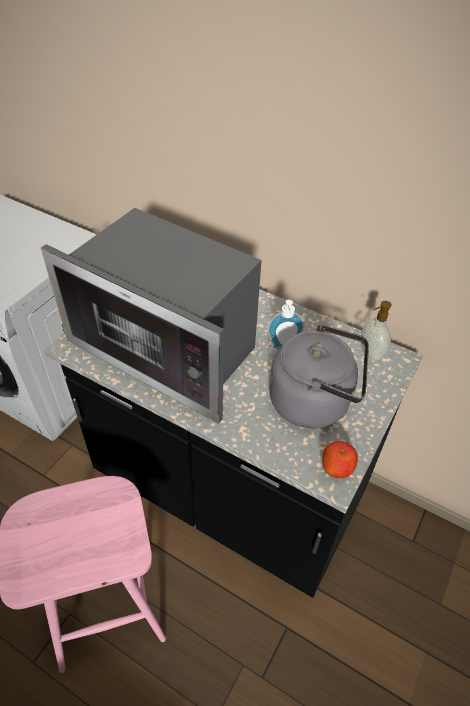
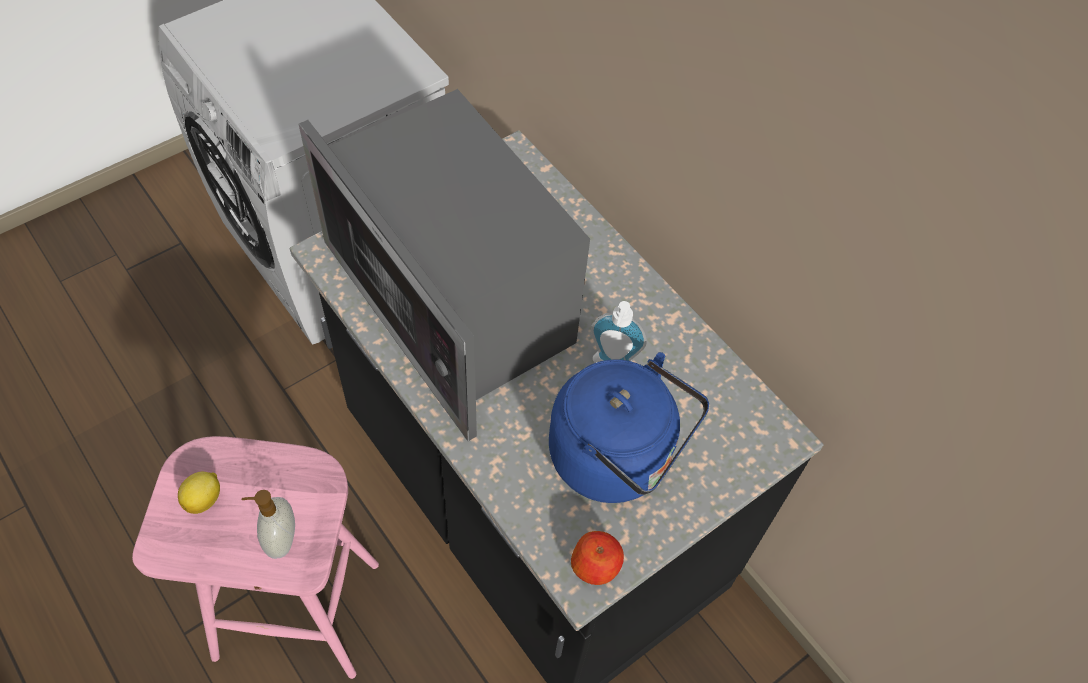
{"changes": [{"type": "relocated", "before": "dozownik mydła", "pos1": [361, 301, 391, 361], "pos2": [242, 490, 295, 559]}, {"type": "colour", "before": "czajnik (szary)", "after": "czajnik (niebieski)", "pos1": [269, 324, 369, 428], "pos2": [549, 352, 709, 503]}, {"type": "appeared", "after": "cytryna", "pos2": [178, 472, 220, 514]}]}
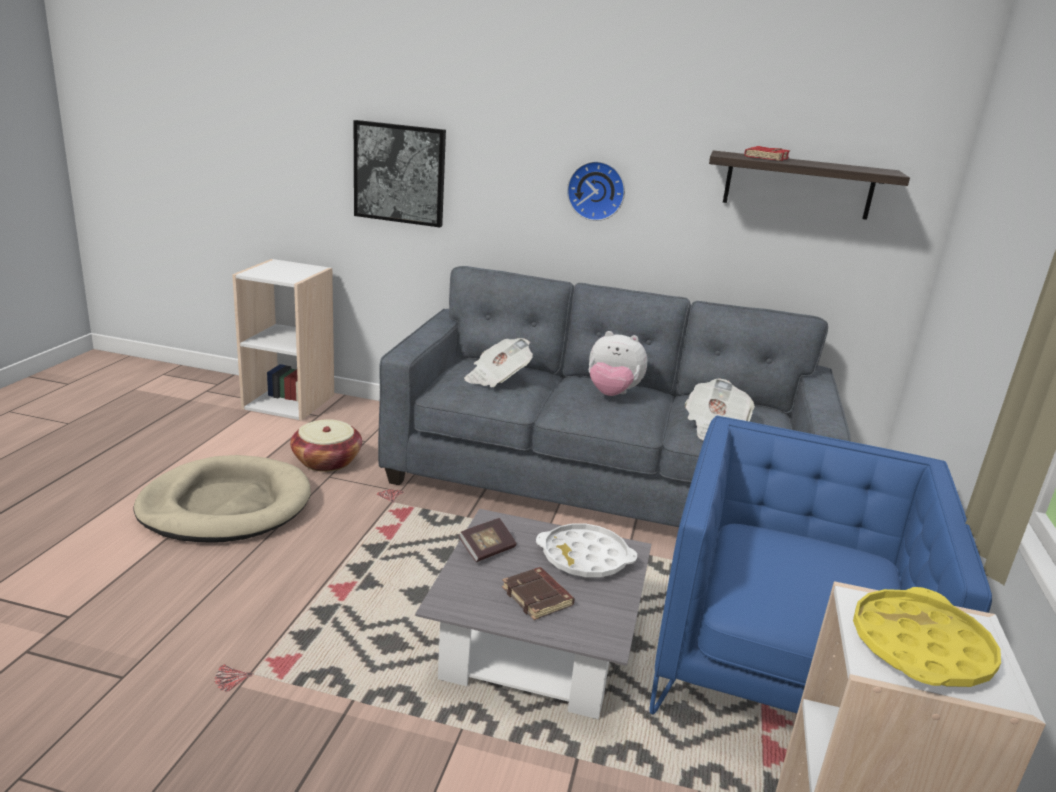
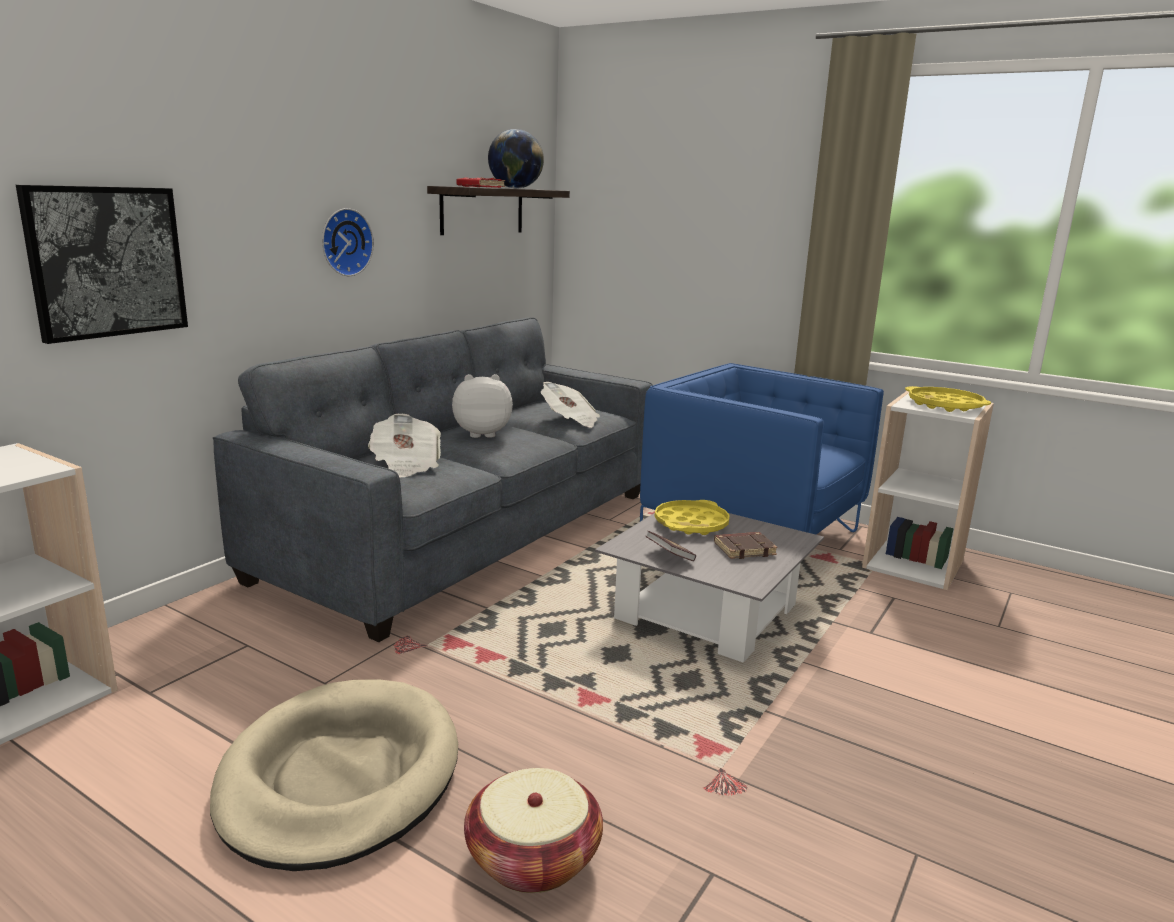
{"changes": [{"type": "spun", "before": "pluszak", "pos1": [589, 331, 647, 396], "pos2": [452, 374, 513, 438], "turn": -135}, {"type": "relocated", "before": "koszyk", "pos1": [290, 419, 362, 472], "pos2": [464, 768, 603, 893]}, {"type": "colour", "before": "taca (biały)", "after": "taca (żółty)", "pos1": [536, 524, 637, 578], "pos2": [655, 500, 730, 535]}, {"type": "appeared", "after": "globus", "pos2": [488, 129, 544, 189]}]}
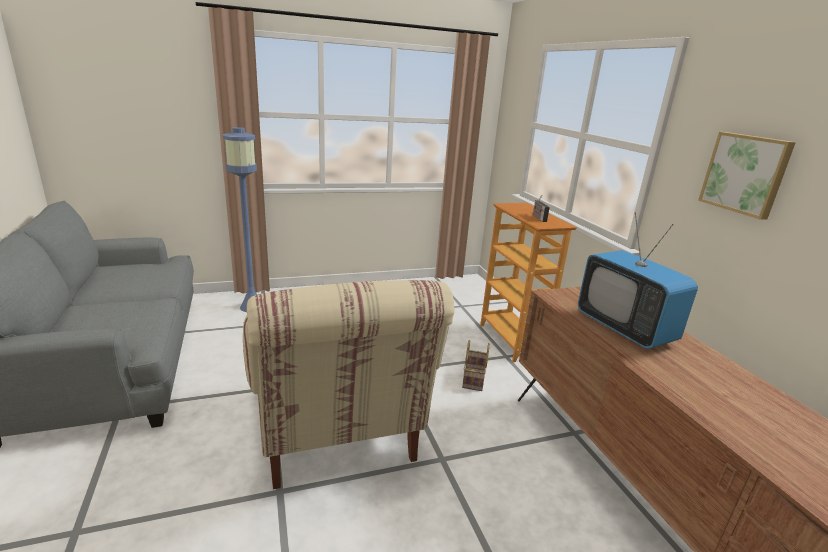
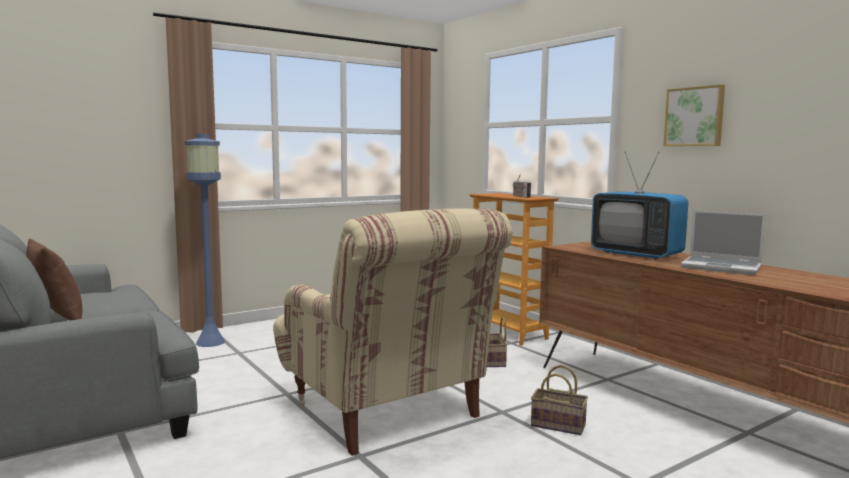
{"changes": [{"type": "appeared", "after": "laptop", "pos2": [681, 210, 766, 275]}, {"type": "appeared", "after": "poduszka (brązowy)", "pos2": [27, 238, 82, 321]}, {"type": "appeared", "after": "koszyk", "pos2": [531, 365, 588, 435]}]}
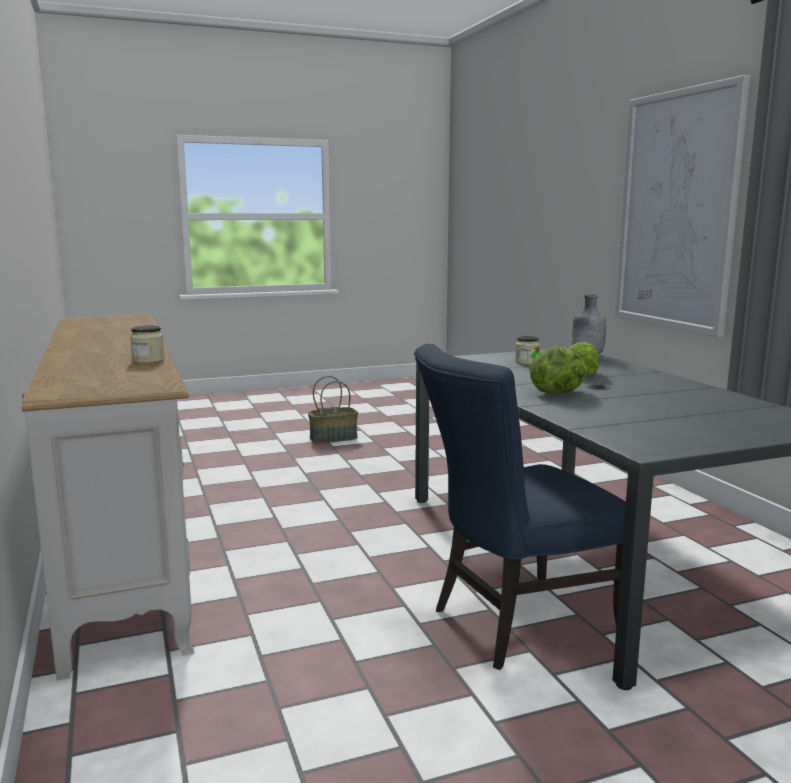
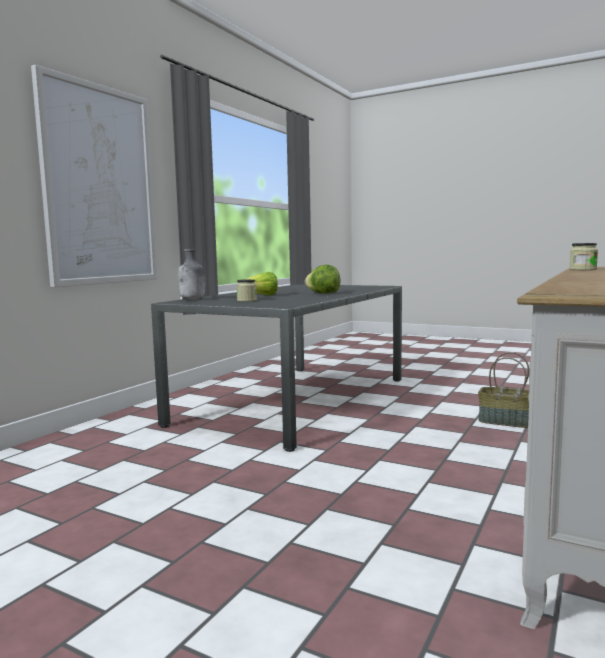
{"changes": [{"type": "missing", "before": "krzesło (niebieski)", "pos1": [414, 344, 626, 670]}, {"type": "relocated", "before": "koszyk", "pos1": [308, 376, 358, 444], "pos2": [478, 352, 529, 428]}]}
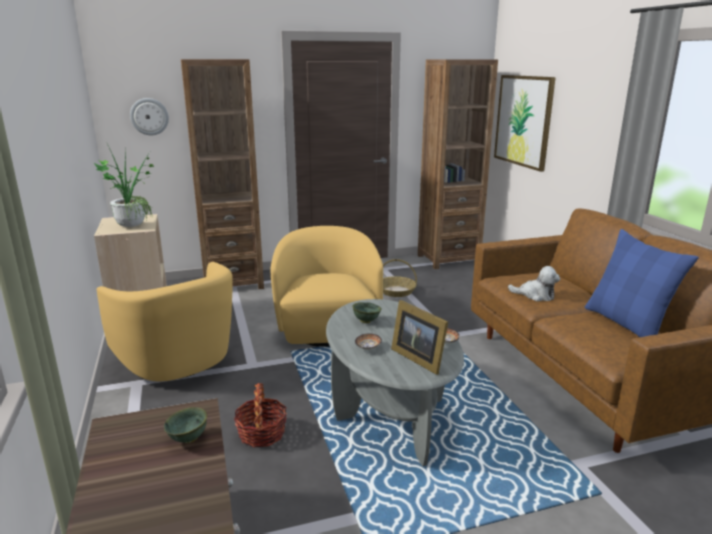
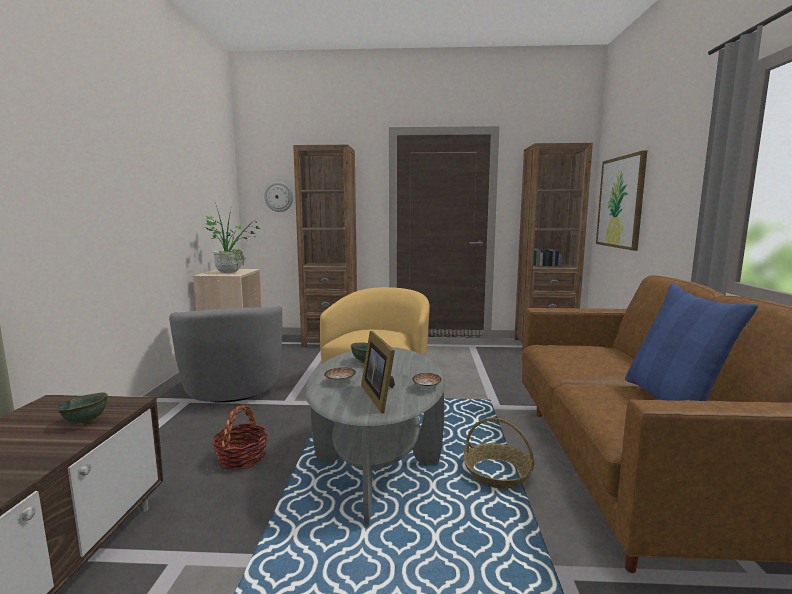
{"changes": [{"type": "relocated", "before": "koszyk", "pos1": [383, 259, 417, 297], "pos2": [463, 418, 534, 489]}, {"type": "colour", "before": "fotel (żółty)", "after": "fotel (szary)", "pos1": [97, 262, 233, 381], "pos2": [169, 306, 282, 403]}, {"type": "missing", "before": "pluszak", "pos1": [508, 266, 560, 301]}]}
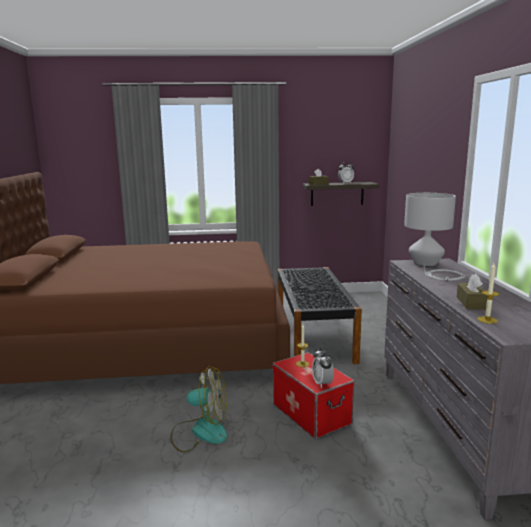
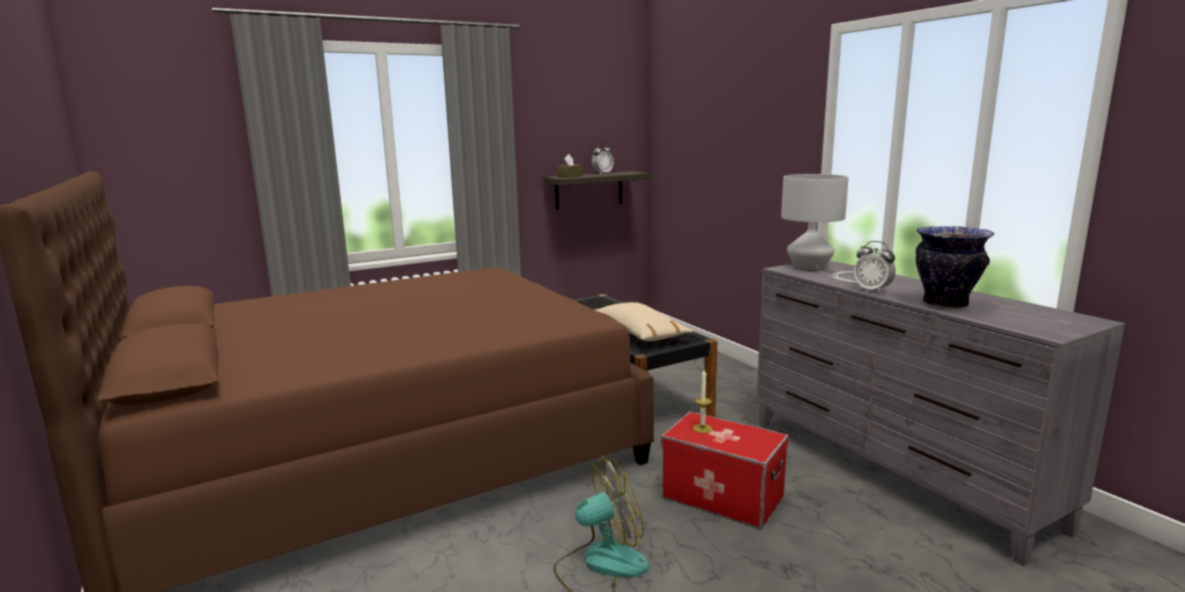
{"changes": [{"type": "missing", "before": "świeca", "pos1": [477, 263, 499, 324]}, {"type": "exchanged", "before": "pudełko chusteczek (brązowy)", "after": "wazon", "pos1": [457, 274, 487, 310], "pos2": [916, 226, 994, 309]}, {"type": "relocated", "before": "budzik", "pos1": [312, 348, 334, 388], "pos2": [854, 241, 896, 293]}, {"type": "appeared", "after": "poduszka (beżowy)", "pos2": [595, 302, 693, 341]}]}
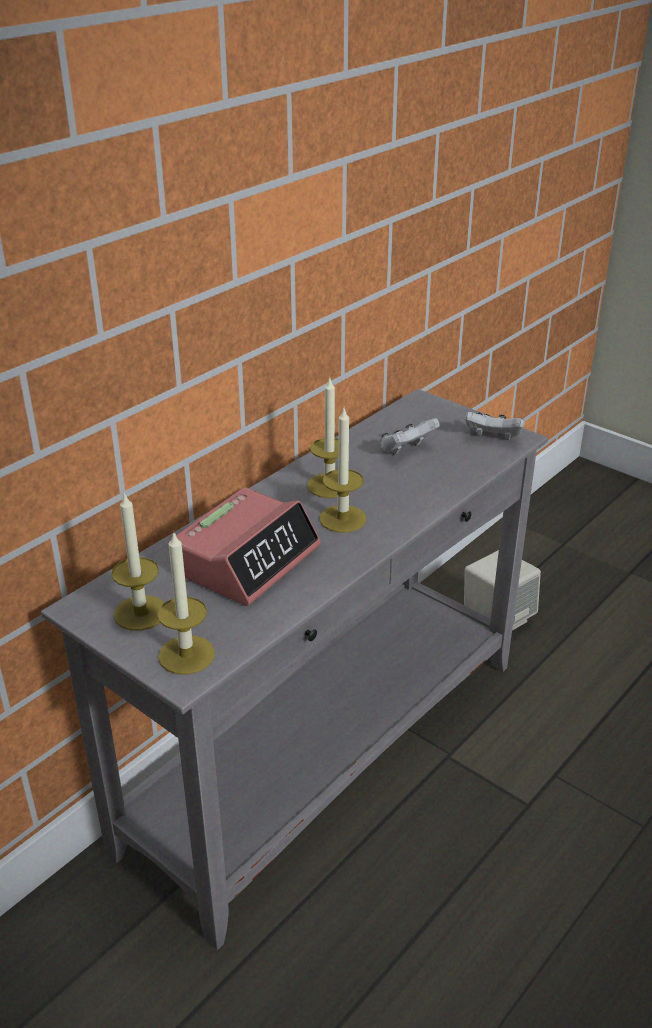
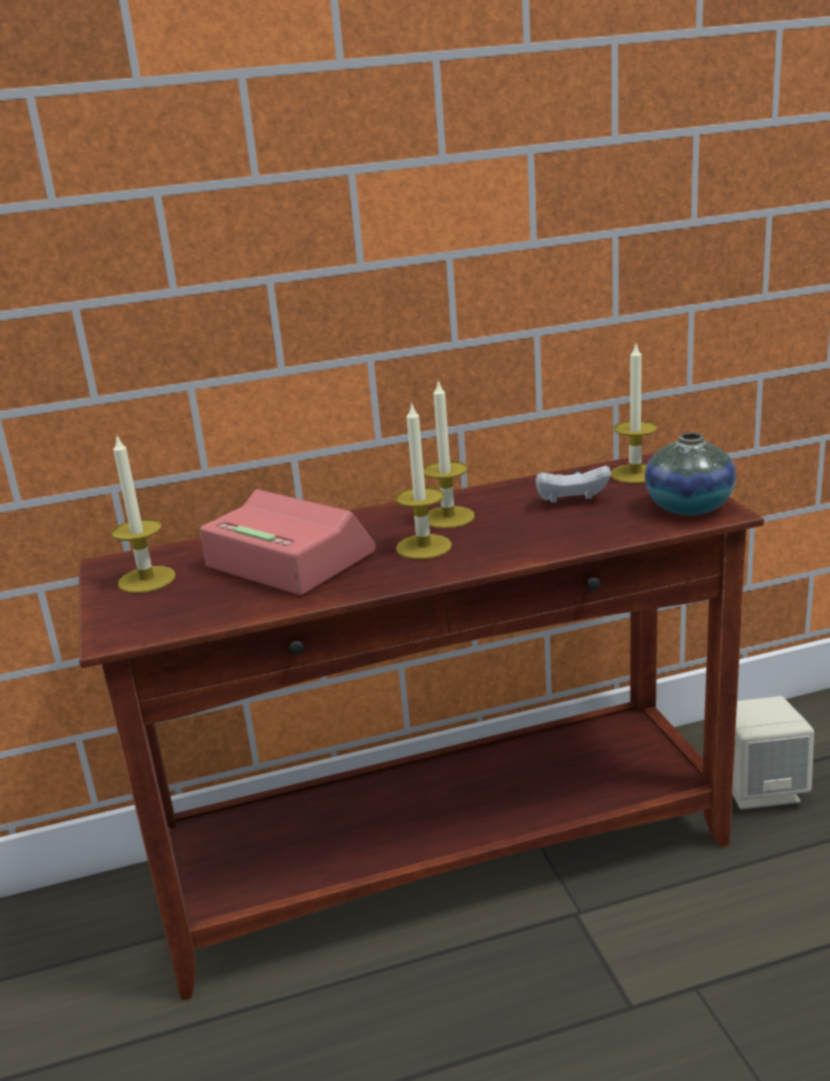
{"changes": [{"type": "colour", "before": "stolik konsolowy (szary)", "after": "stolik konsolowy (brązowy)", "pos1": [41, 389, 548, 950], "pos2": [79, 452, 764, 1001]}, {"type": "exchanged", "before": "pad do gier (biały)", "after": "wazon", "pos1": [465, 411, 525, 439], "pos2": [645, 433, 736, 515]}, {"type": "spun", "before": "budzik", "pos1": [169, 487, 321, 606], "pos2": [200, 489, 376, 595], "turn": -120}, {"type": "relocated", "before": "świeca", "pos1": [157, 531, 215, 675], "pos2": [611, 344, 657, 483]}]}
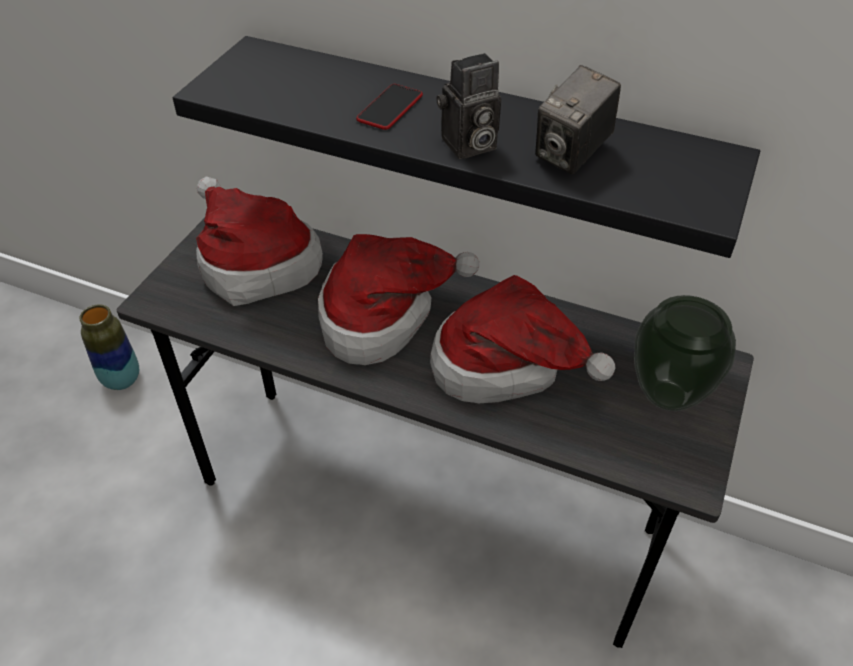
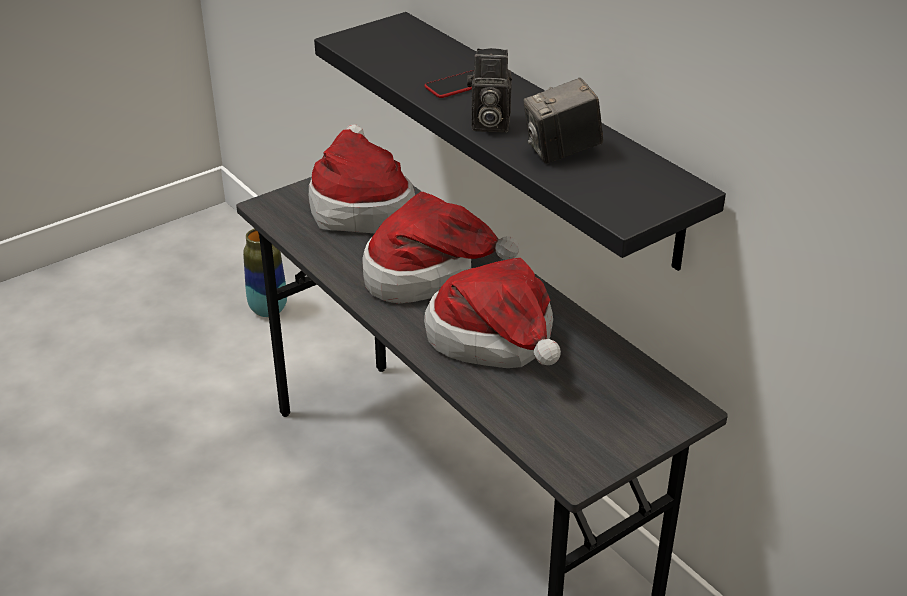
{"changes": [{"type": "missing", "before": "wazon", "pos1": [634, 295, 736, 411]}]}
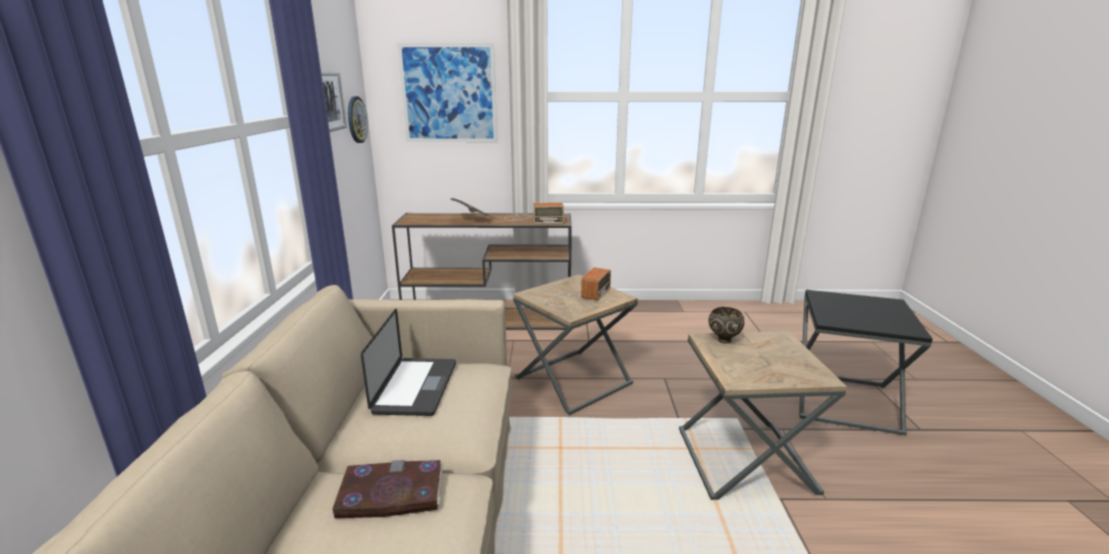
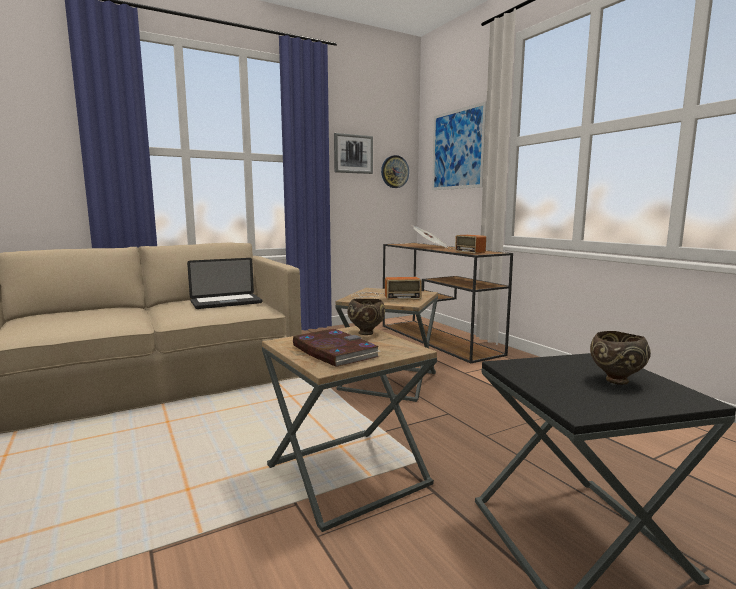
{"changes": [{"type": "relocated", "before": "książka", "pos1": [332, 460, 443, 518], "pos2": [293, 329, 381, 367]}, {"type": "appeared", "after": "miska (brązowy)", "pos2": [590, 331, 651, 385]}]}
